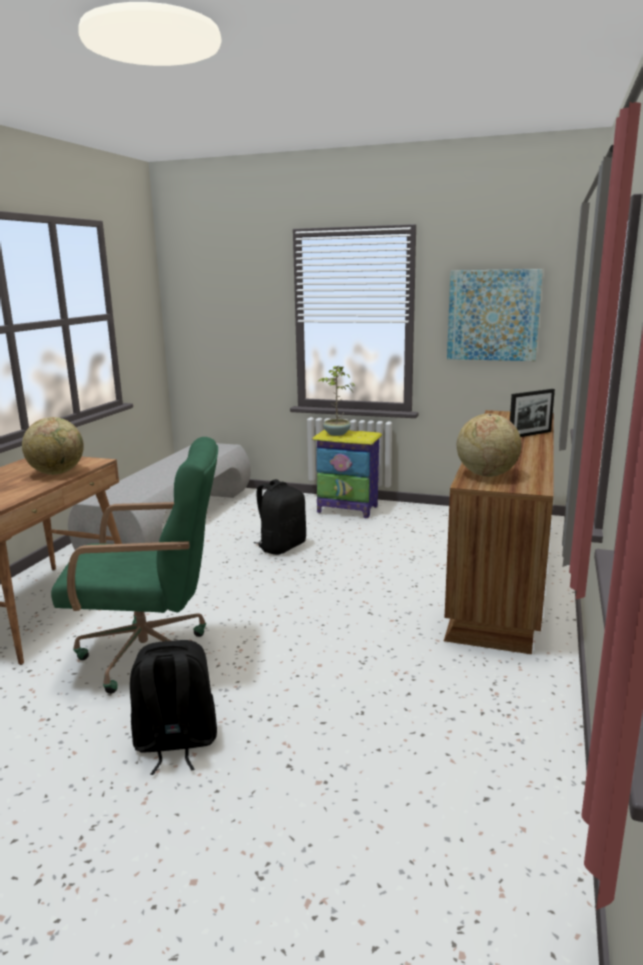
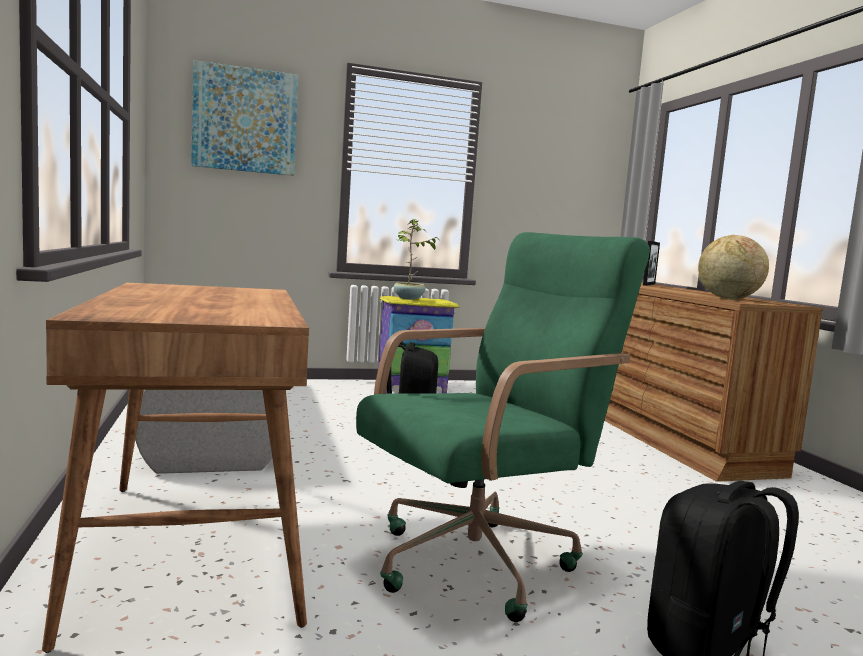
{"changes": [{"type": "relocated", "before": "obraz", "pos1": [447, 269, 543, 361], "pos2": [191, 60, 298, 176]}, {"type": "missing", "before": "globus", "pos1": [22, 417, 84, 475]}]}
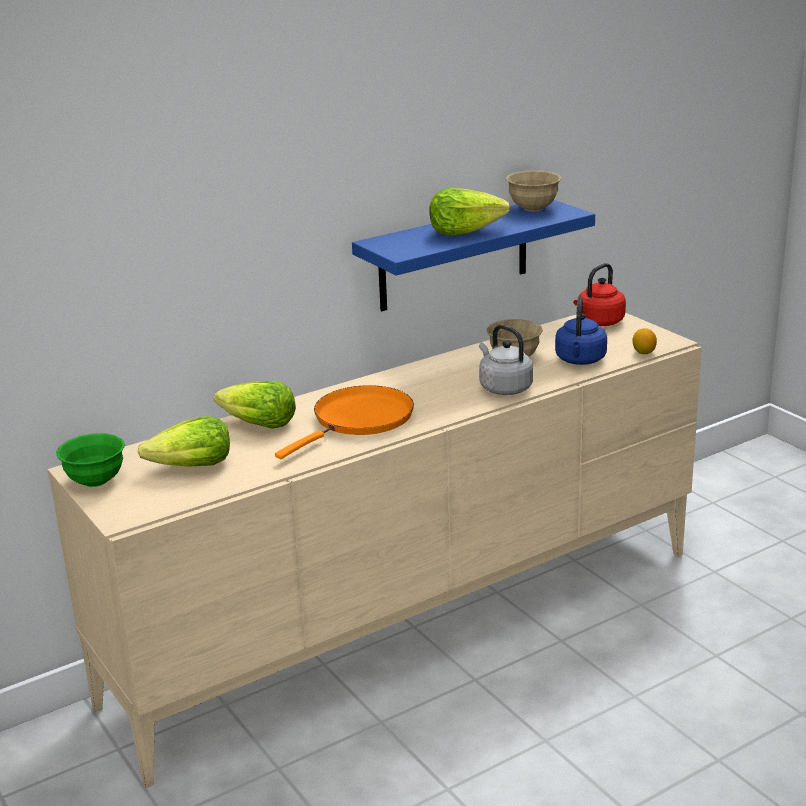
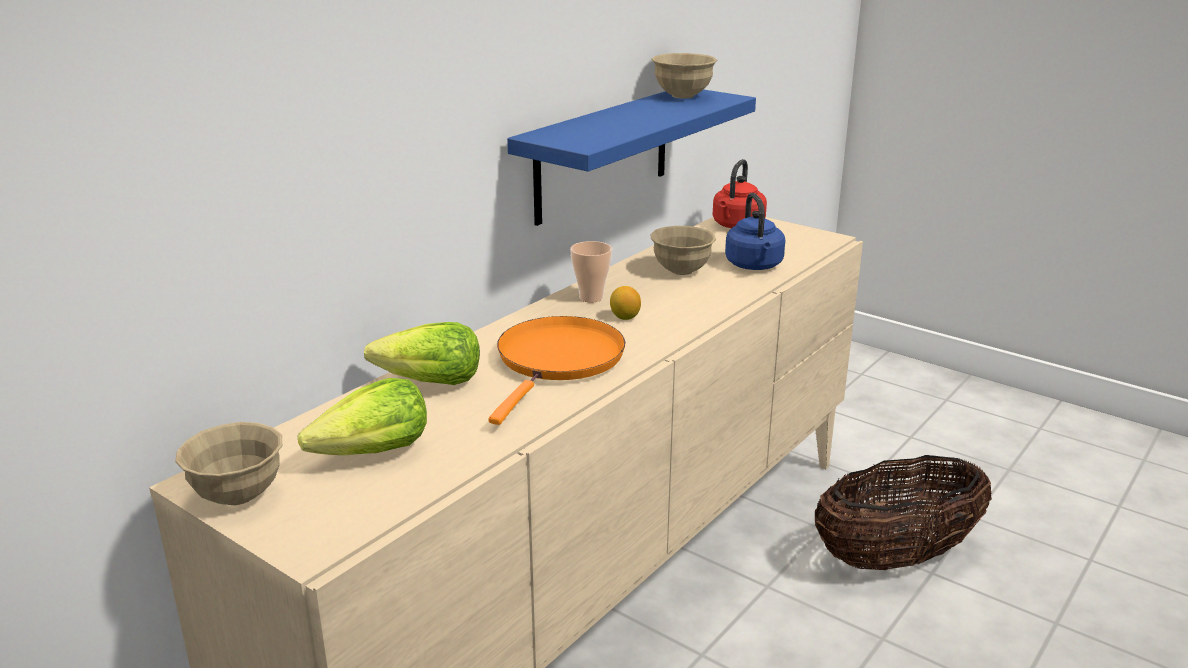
{"changes": [{"type": "missing", "before": "sałata", "pos1": [429, 188, 510, 236]}, {"type": "missing", "before": "czajnik (szary)", "pos1": [479, 325, 533, 395]}, {"type": "relocated", "before": "cytryna", "pos1": [632, 328, 657, 354], "pos2": [610, 286, 641, 320]}, {"type": "colour", "before": "miska (zielony)", "after": "miska (beżowy)", "pos1": [56, 433, 125, 487], "pos2": [175, 422, 282, 505]}, {"type": "appeared", "after": "filiżanka", "pos2": [570, 241, 612, 303]}, {"type": "appeared", "after": "koszyk", "pos2": [815, 455, 992, 570]}]}
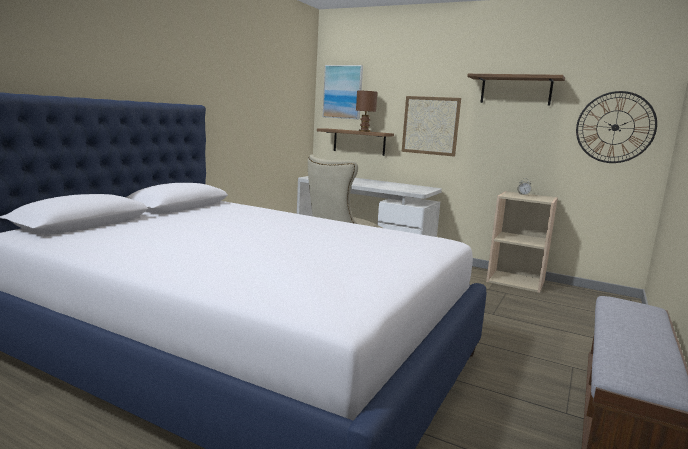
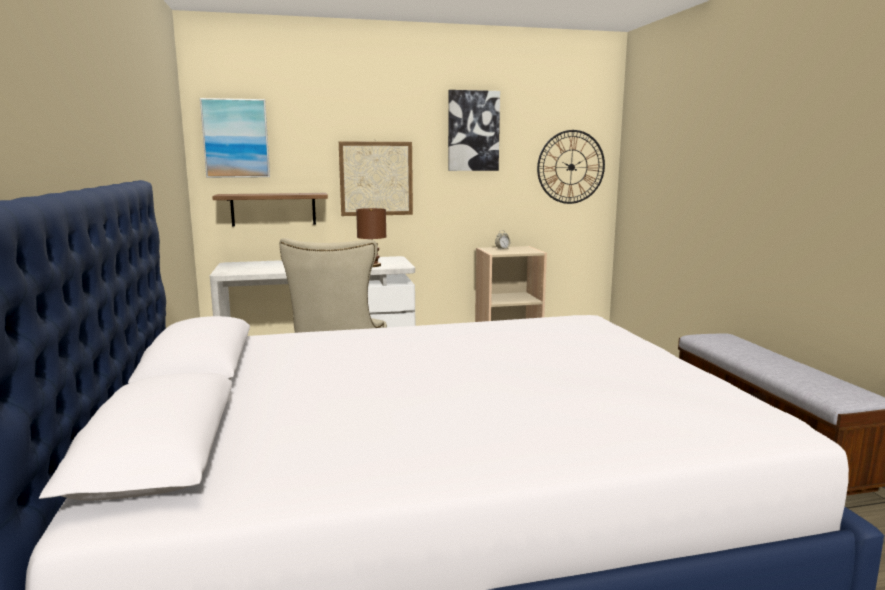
{"changes": [{"type": "exchanged", "before": "półka", "after": "obraz", "pos1": [467, 74, 565, 105], "pos2": [448, 90, 500, 171]}, {"type": "relocated", "before": "lampa stołowa (brązowy)", "pos1": [356, 91, 377, 132], "pos2": [356, 208, 386, 267]}]}
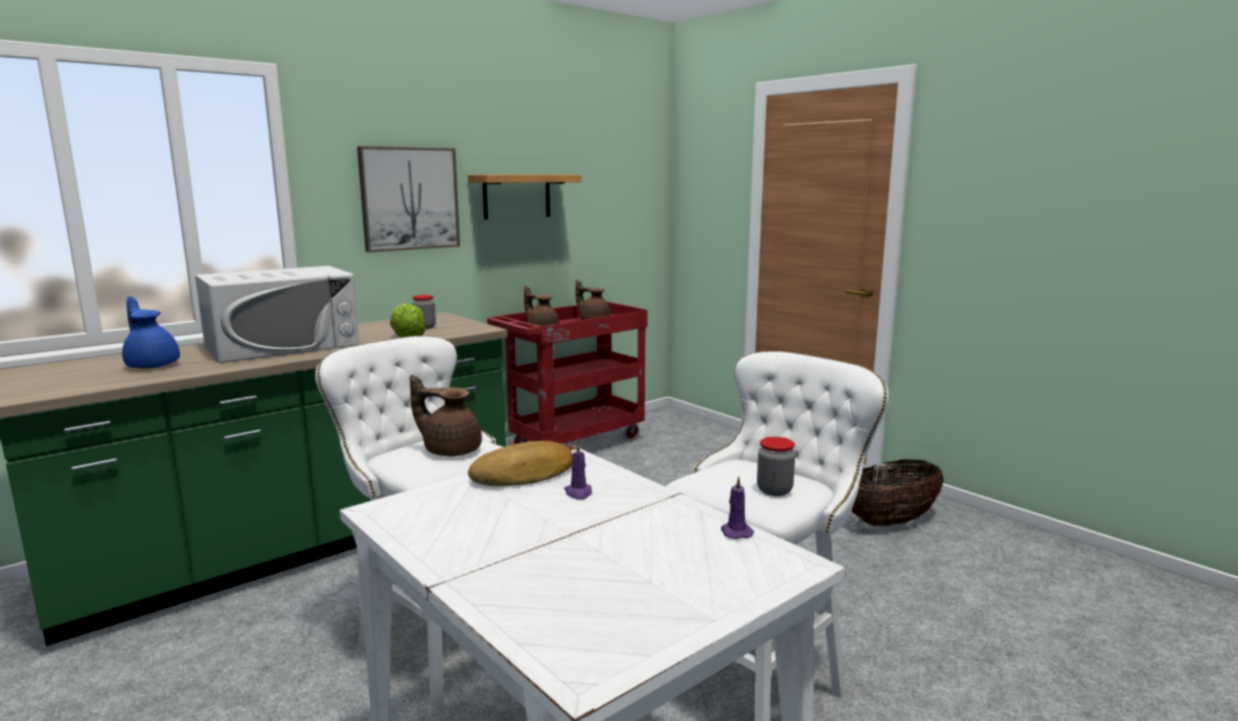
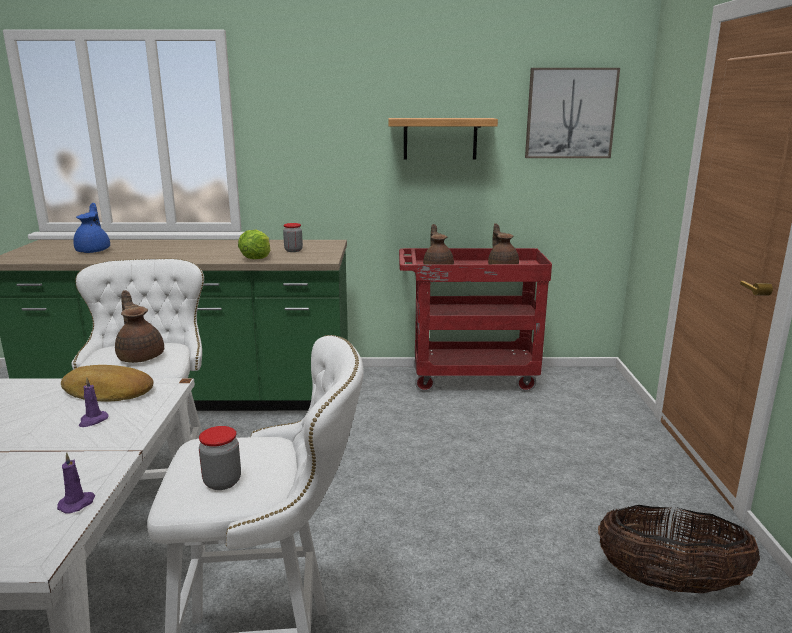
{"changes": [{"type": "relocated", "before": "obraz", "pos1": [357, 146, 460, 252], "pos2": [525, 68, 620, 158]}, {"type": "missing", "before": "mikrofalówka (biały)", "pos1": [195, 266, 359, 363]}]}
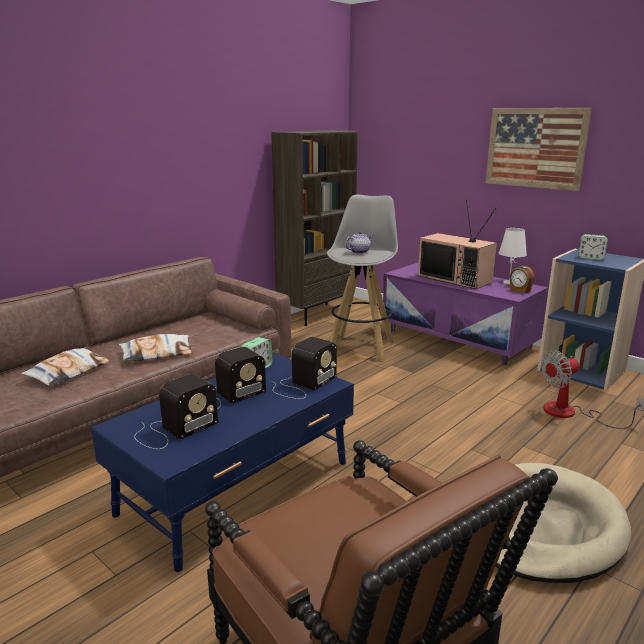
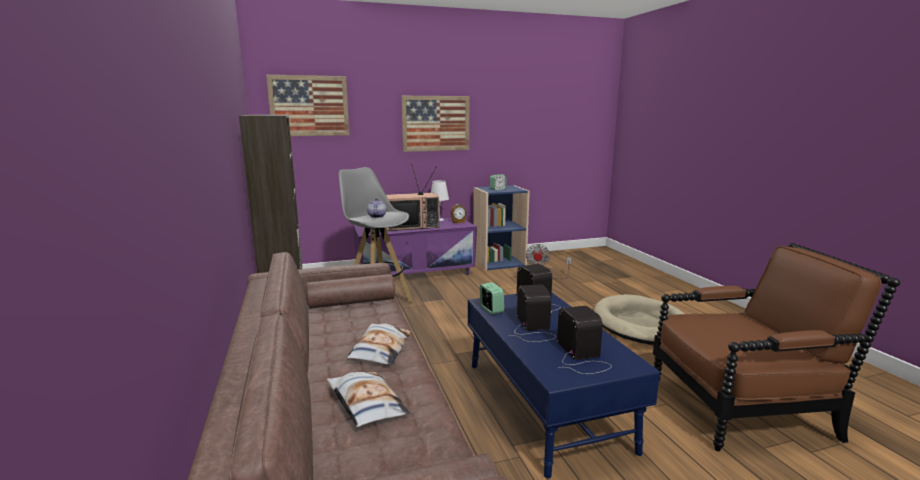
{"changes": [{"type": "appeared", "after": "obraz", "pos2": [266, 75, 349, 136]}]}
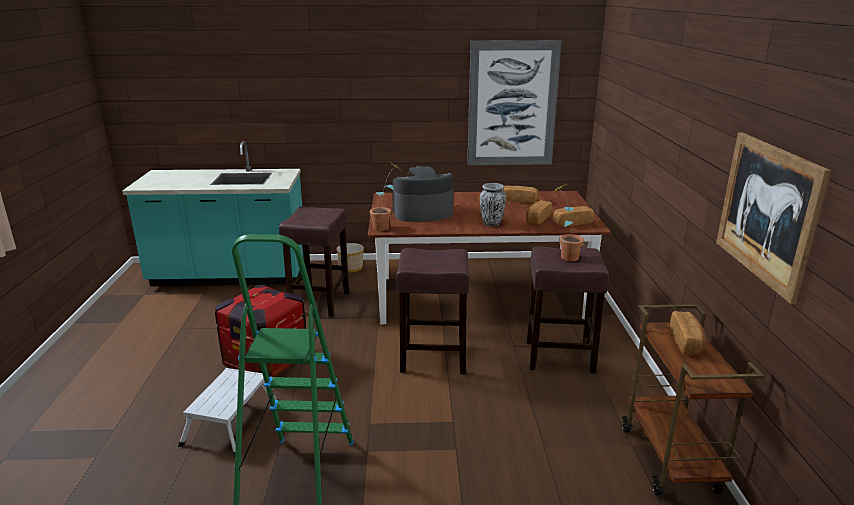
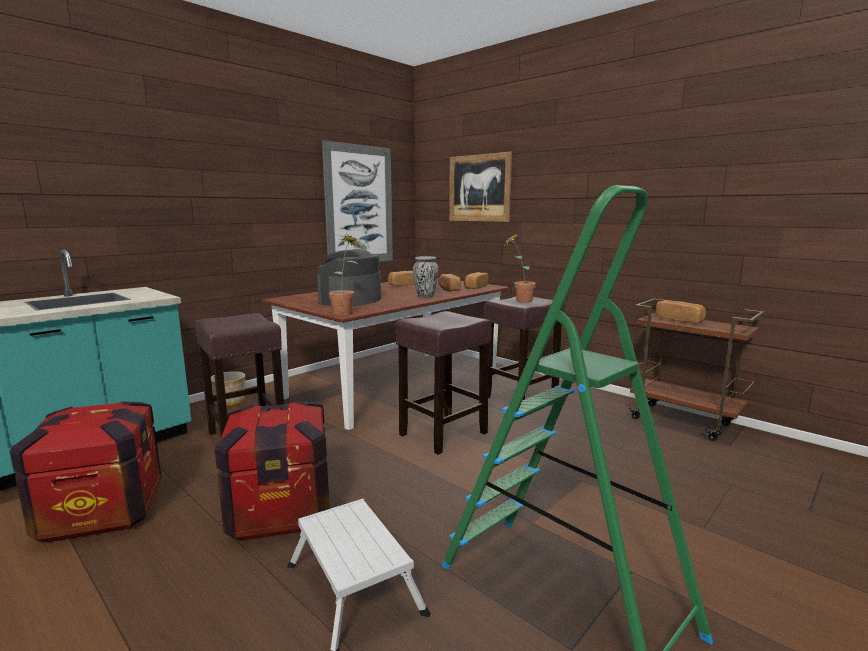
{"changes": [{"type": "relocated", "before": "obraz", "pos1": [716, 133, 831, 304], "pos2": [449, 152, 512, 222]}, {"type": "appeared", "after": "skrzynka", "pos2": [10, 401, 162, 543]}]}
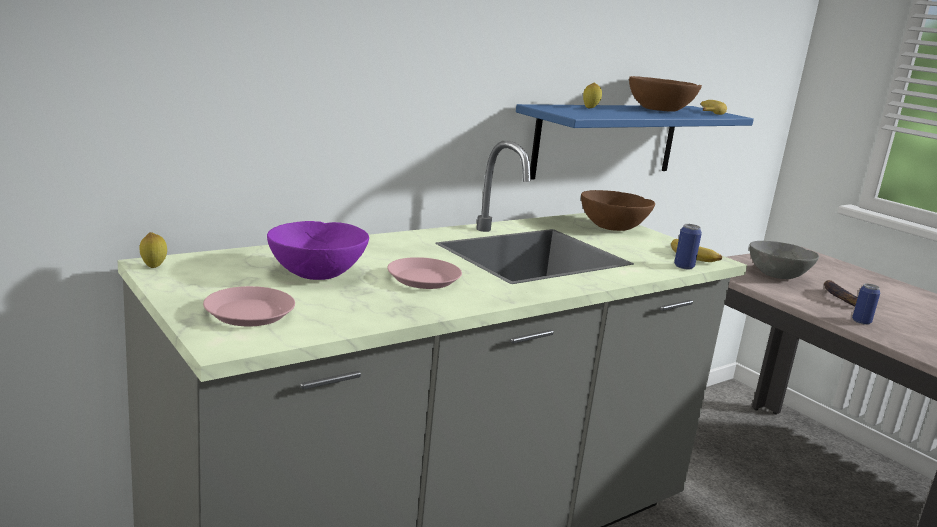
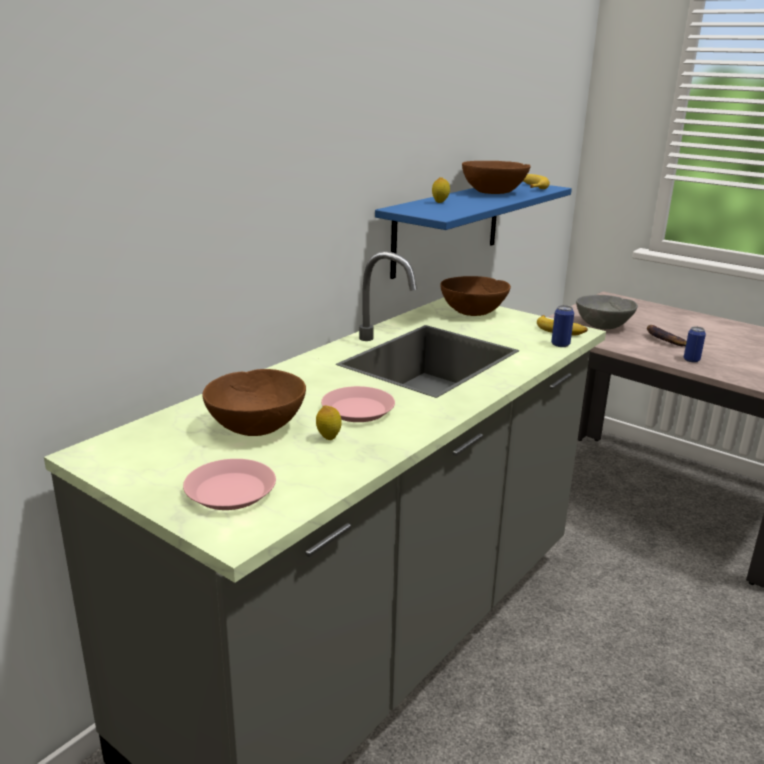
{"changes": [{"type": "colour", "before": "miska (fioletowy)", "after": "miska (brązowy)", "pos1": [267, 221, 369, 280], "pos2": [203, 369, 306, 436]}, {"type": "relocated", "before": "cytryna", "pos1": [140, 232, 167, 268], "pos2": [316, 405, 342, 440]}]}
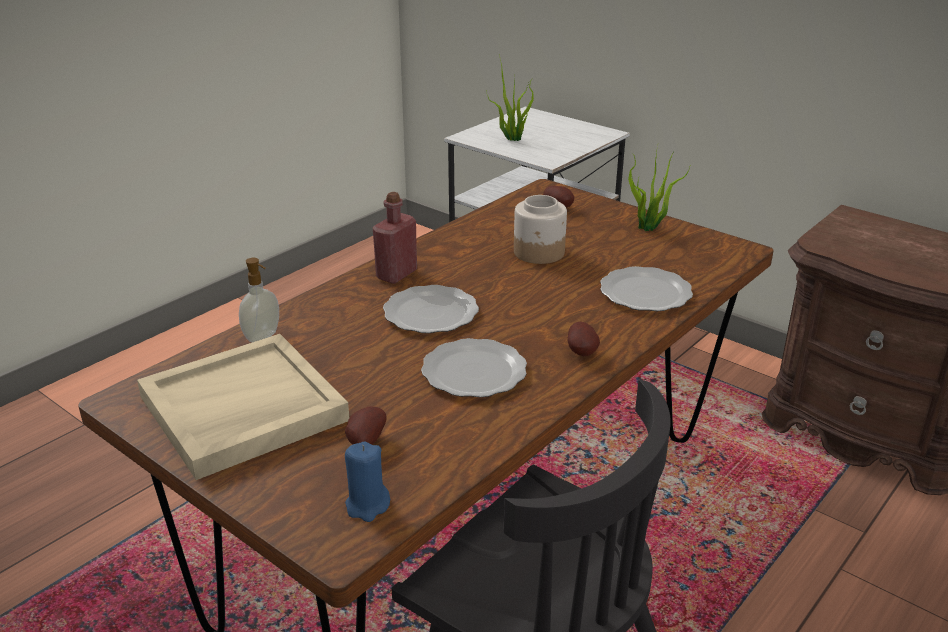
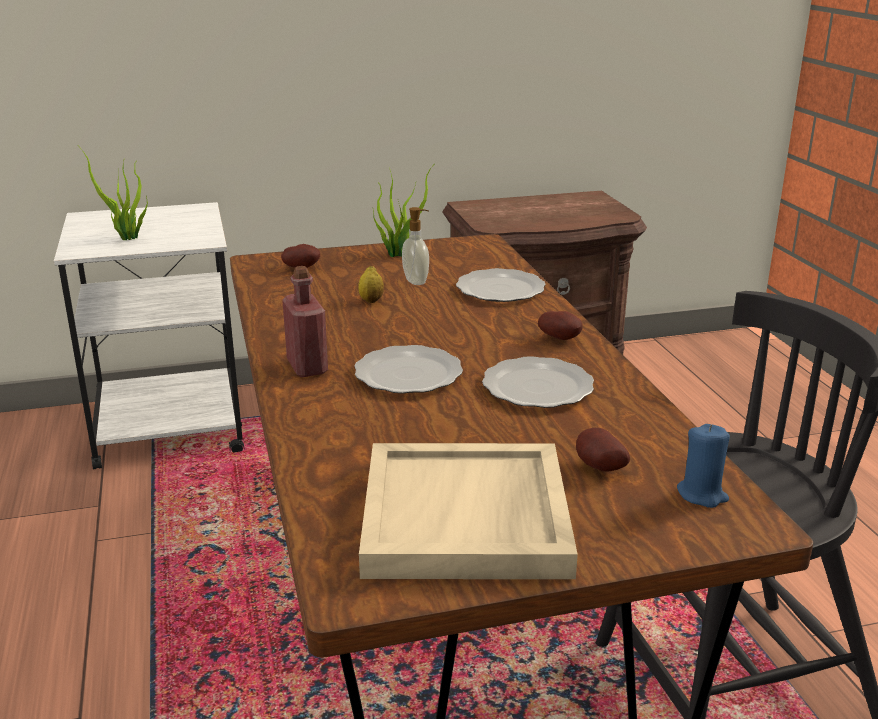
{"changes": [{"type": "exchanged", "before": "słoik", "after": "cytryna", "pos1": [514, 195, 567, 264], "pos2": [358, 266, 384, 303]}, {"type": "relocated", "before": "dozownik mydła", "pos1": [239, 258, 279, 343], "pos2": [402, 207, 429, 285]}]}
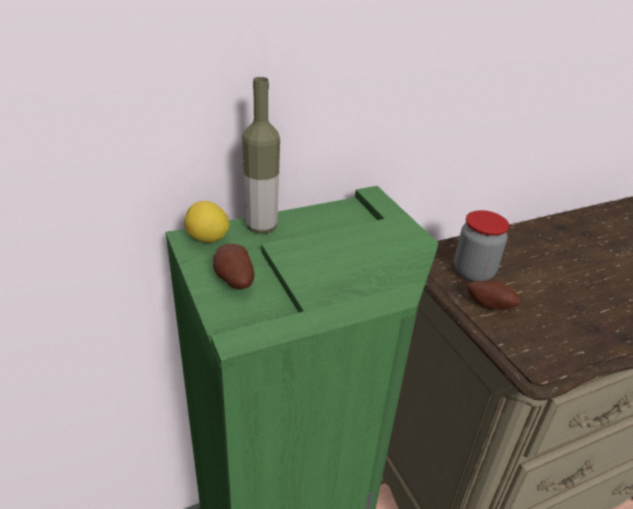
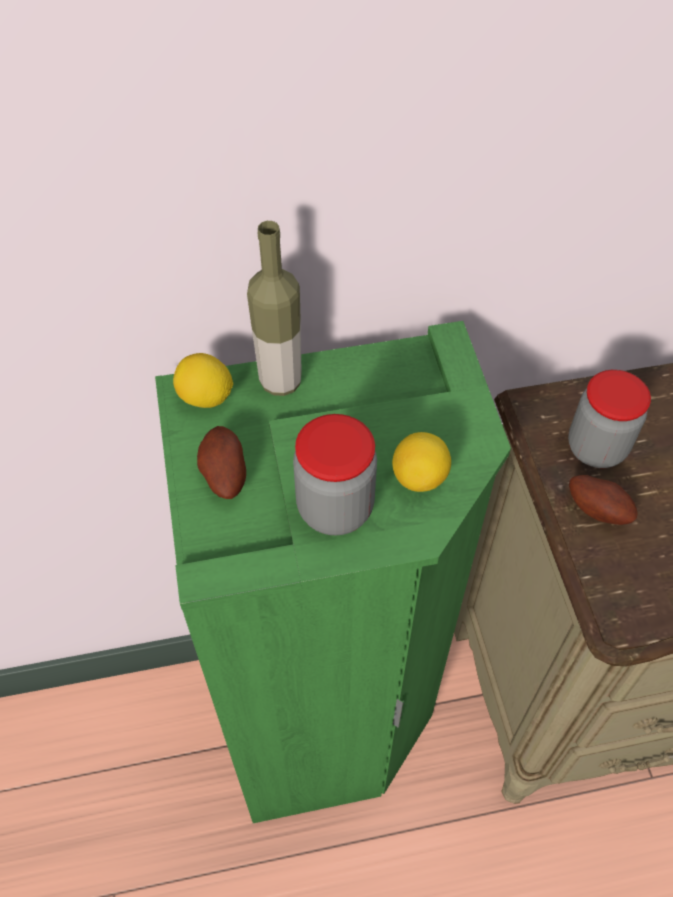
{"changes": [{"type": "appeared", "after": "słoik", "pos2": [293, 414, 377, 535]}, {"type": "appeared", "after": "cytryna", "pos2": [392, 432, 451, 492]}]}
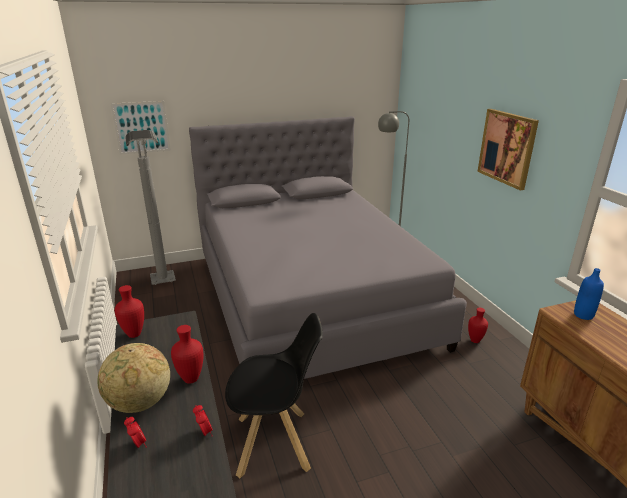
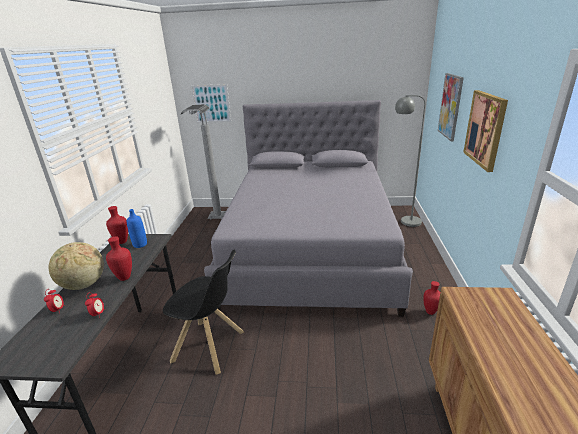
{"changes": [{"type": "relocated", "before": "butelka (niebieski)", "pos1": [574, 268, 604, 320], "pos2": [127, 209, 147, 248]}, {"type": "appeared", "after": "obraz", "pos2": [438, 73, 464, 141]}]}
